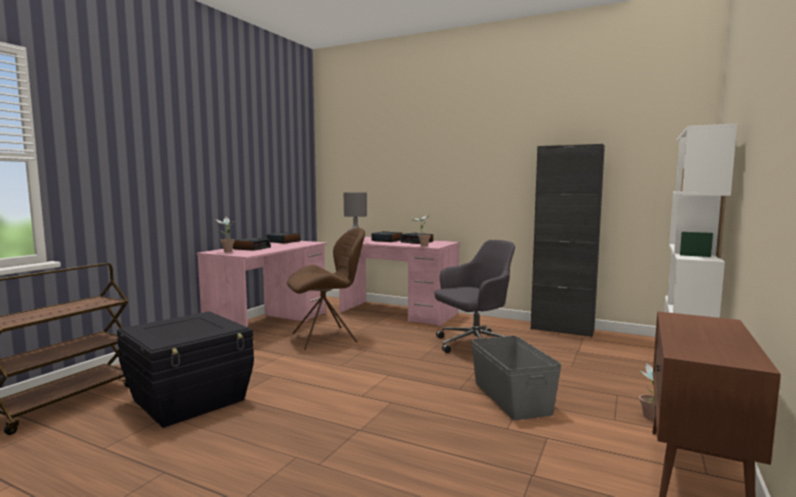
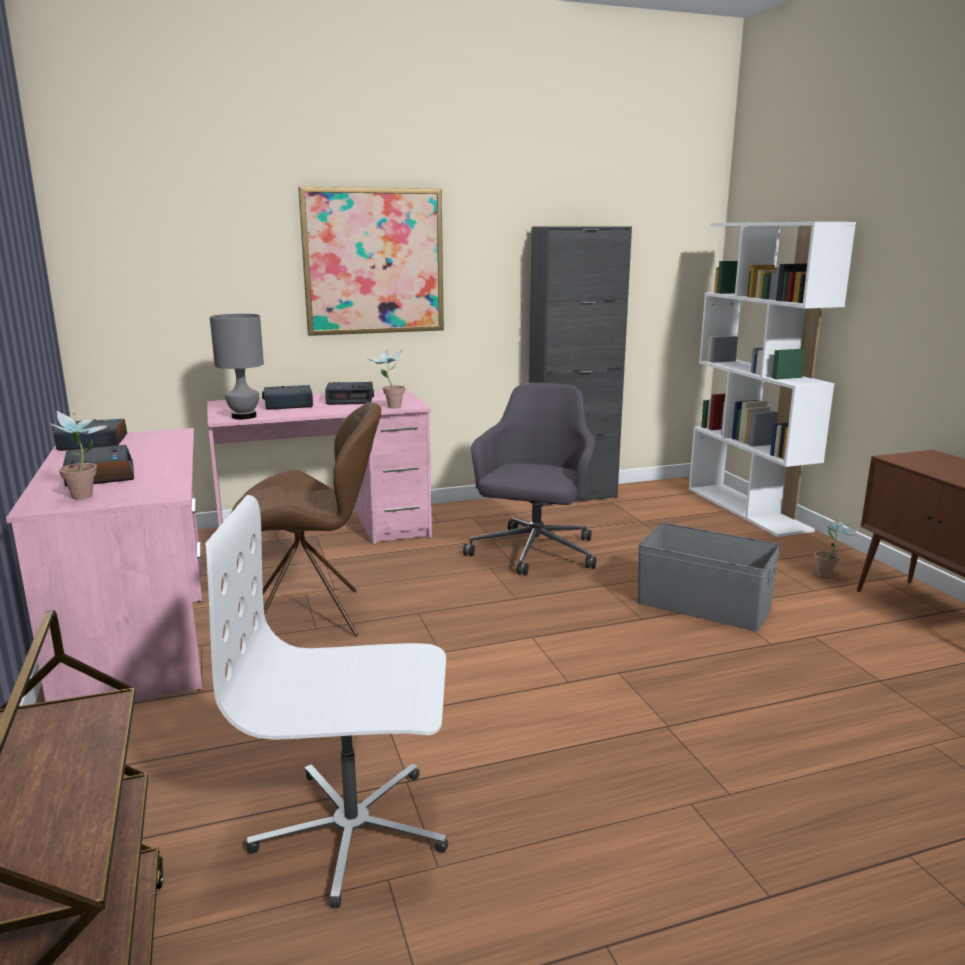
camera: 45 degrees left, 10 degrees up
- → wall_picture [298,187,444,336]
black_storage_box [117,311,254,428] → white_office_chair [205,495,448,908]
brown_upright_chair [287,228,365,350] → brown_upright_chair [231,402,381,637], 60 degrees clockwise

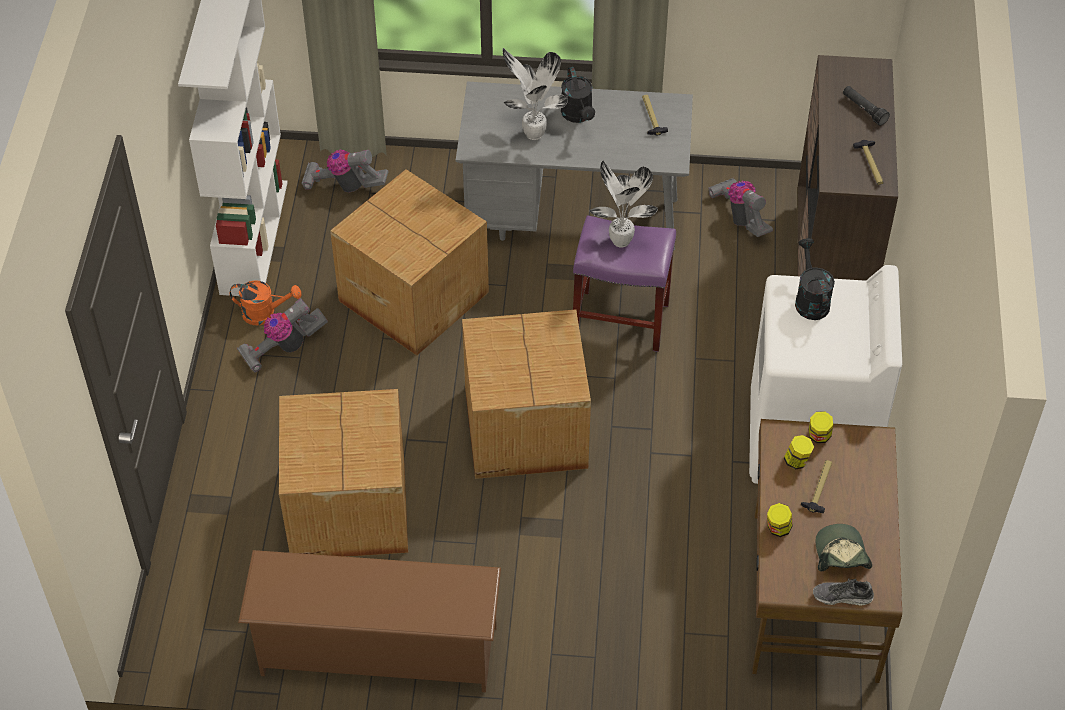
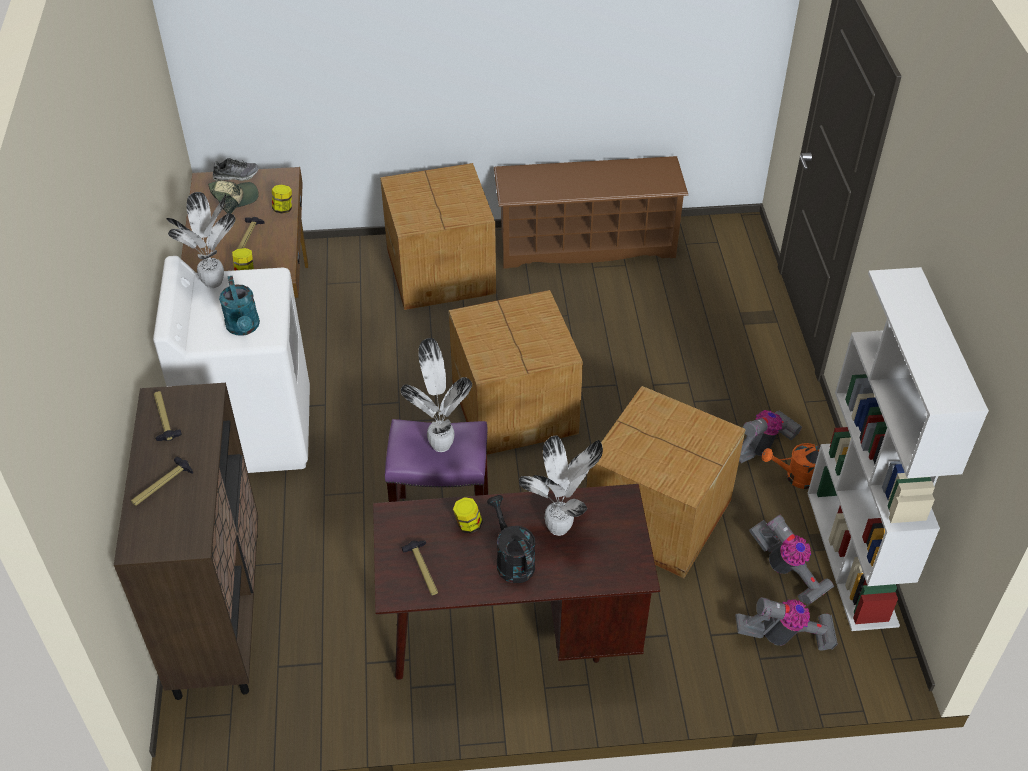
camera: 170 degrees right, 5 degrees down
- → plant_in_a_pot [166,192,236,288]
cardboard_box [279,389,408,557] → cardboard_box [380,163,496,310], relocated
vacuum_cleaner [708,178,773,237] → vacuum_cleaner [749,514,834,606], relocated
jar [784,435,814,470] → jar [453,497,483,533], relocated
black_flashlight [843,86,890,126] → tool_hammer [131,457,193,506]
grey_desk_table [455,82,693,250] → brown_desk_table [373,484,660,680]
black_watering_can [795,238,835,320] → blue-green_watering_can [219,276,260,336]
peaked_cap [816,524,872,571] → peaked_cap [208,181,259,214], 105 degrees counterclockwise

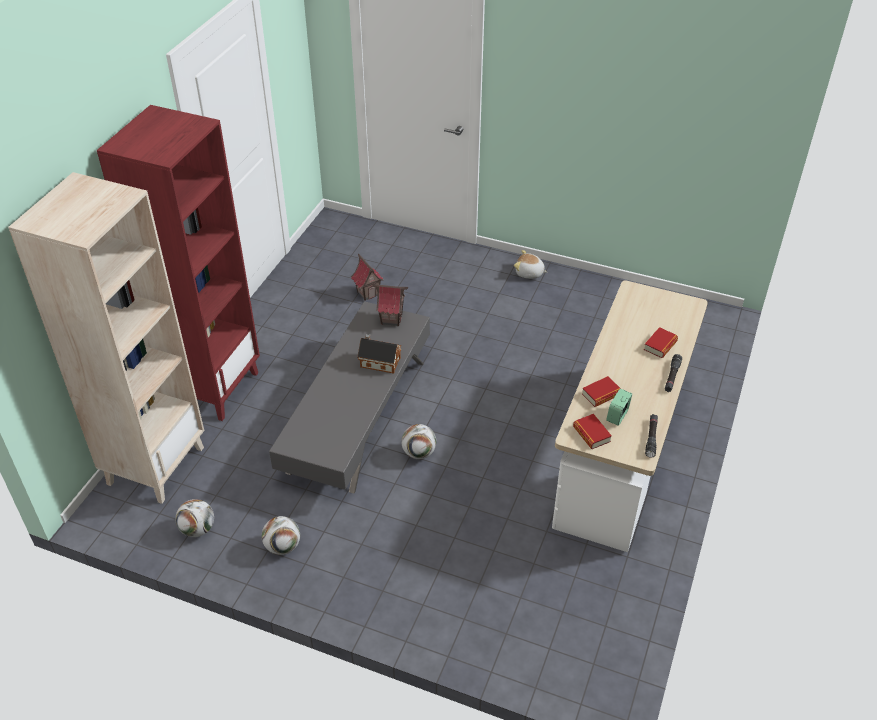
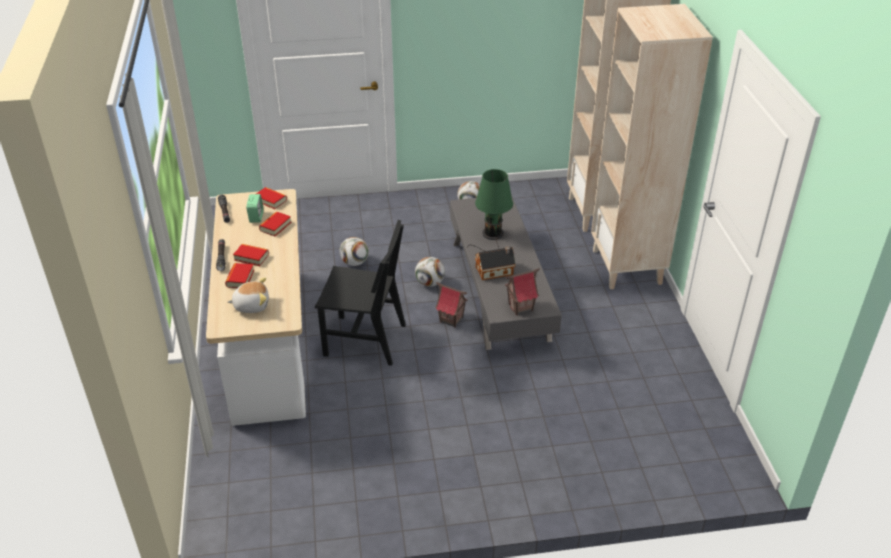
camera: 150 degrees right, 5 degrees down
- → book [233,244,269,266]
- → black_upright_chair [315,220,406,366]
- → greenish_lamp_for_a_table [467,169,513,251]
football [176,499,214,537] → football [339,237,369,266], relocated
model_house [351,253,383,301] → model_house [435,282,468,328], relocated
plush_toy [514,250,548,279] → plush_toy [227,277,269,313], relocated
reddish_bookshelf [97,105,260,421] → beige_bookshelf [591,4,713,289]

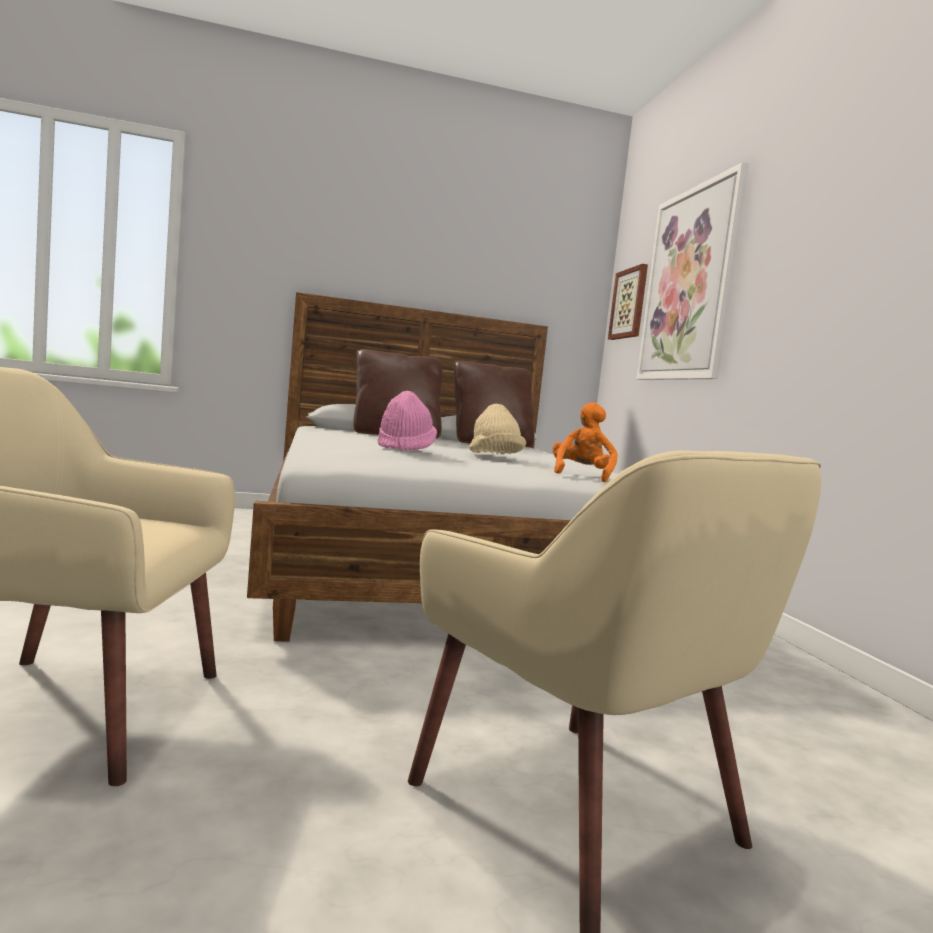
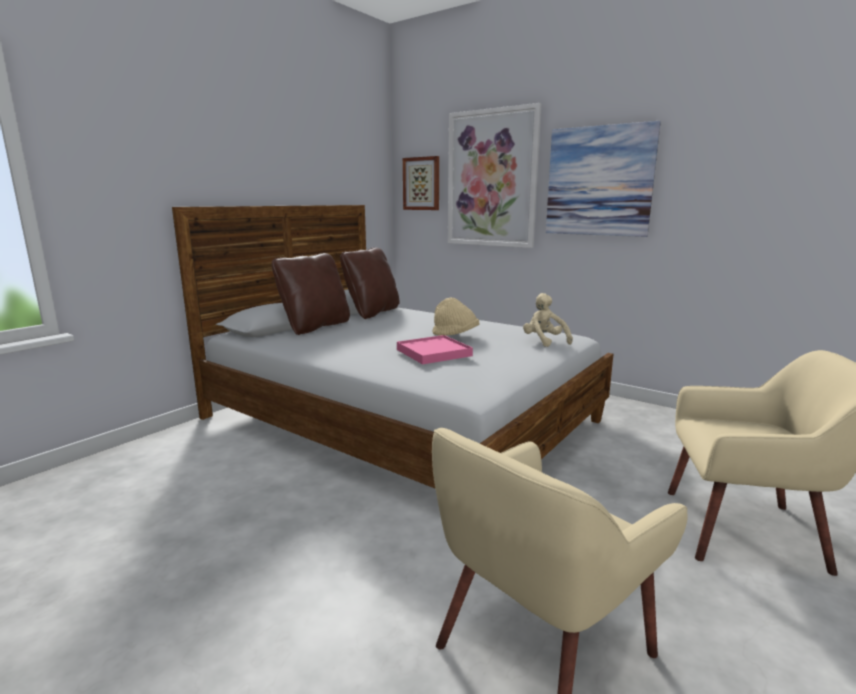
camera: 40 degrees left, 10 degrees up
- → wall_picture [546,121,661,237]
pink-coloured_wearable_hat [378,391,437,451] → pink-coloured_tray [397,335,473,364]
orangey_plush_toy [553,402,618,482] → beige_plush_toy [523,293,573,347]

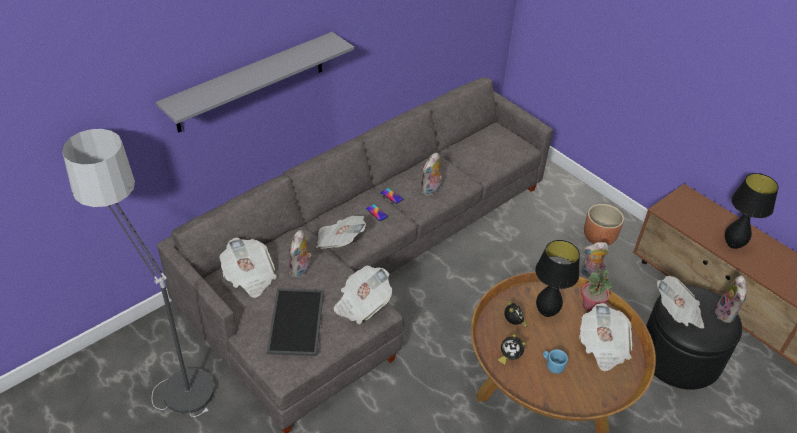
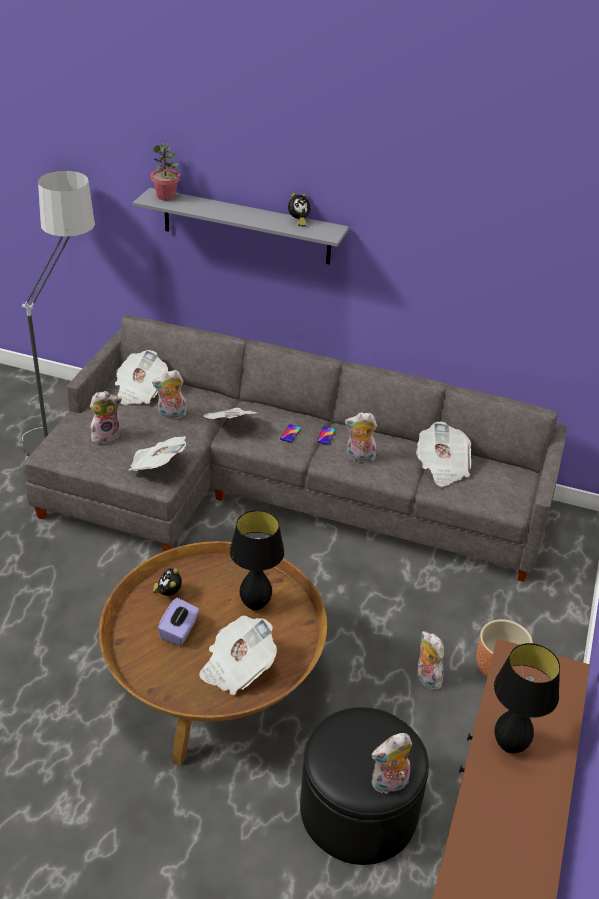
camera: 60 degrees right, 5 degrees down
alarm_clock [504,301,528,328] → alarm_clock [288,193,311,226], relocated
plant_in_a_pot [581,269,612,312] → plant_in_a_pot [150,143,180,201], relocated
daily_paper [657,276,704,329] → daily_paper [416,422,471,487], relocated
tray [267,288,324,356] → plush_toy [90,391,122,444]
blue_coffee_mug [543,349,568,374] → purple-coloured_tissue_holder [157,598,199,646]

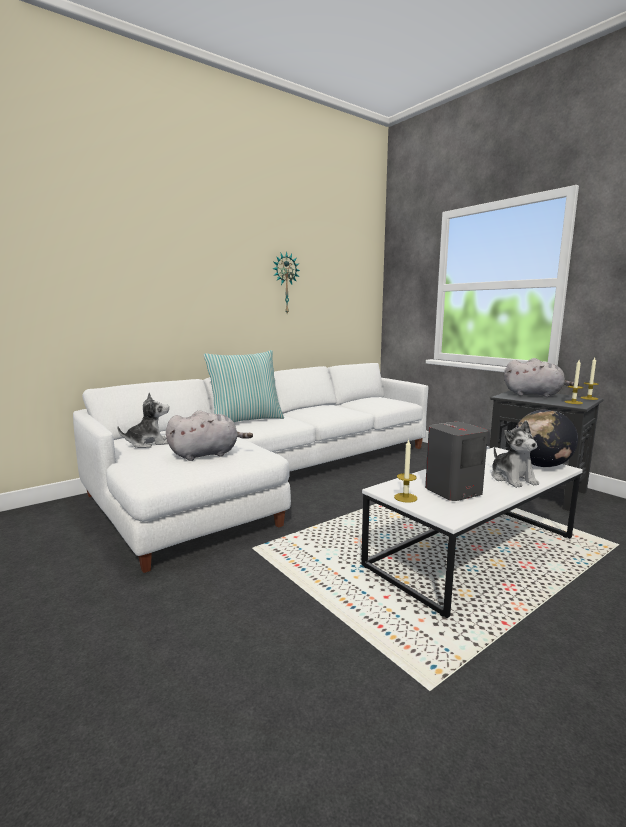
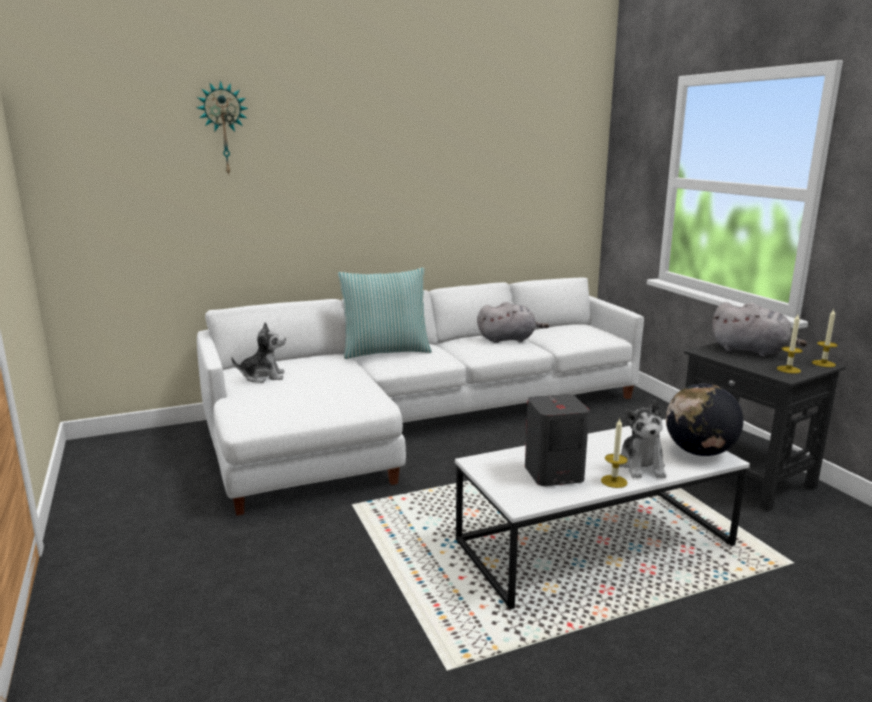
camera: 15 degrees right, 5 degrees up
grey_plush_toy [166,410,253,461] → grey_plush_toy [477,302,549,343], relocated
hanging_clock [272,251,300,313] → hanging_clock [197,81,248,176], relocated
wax_candle [394,439,417,503] → wax_candle [601,419,628,488], relocated

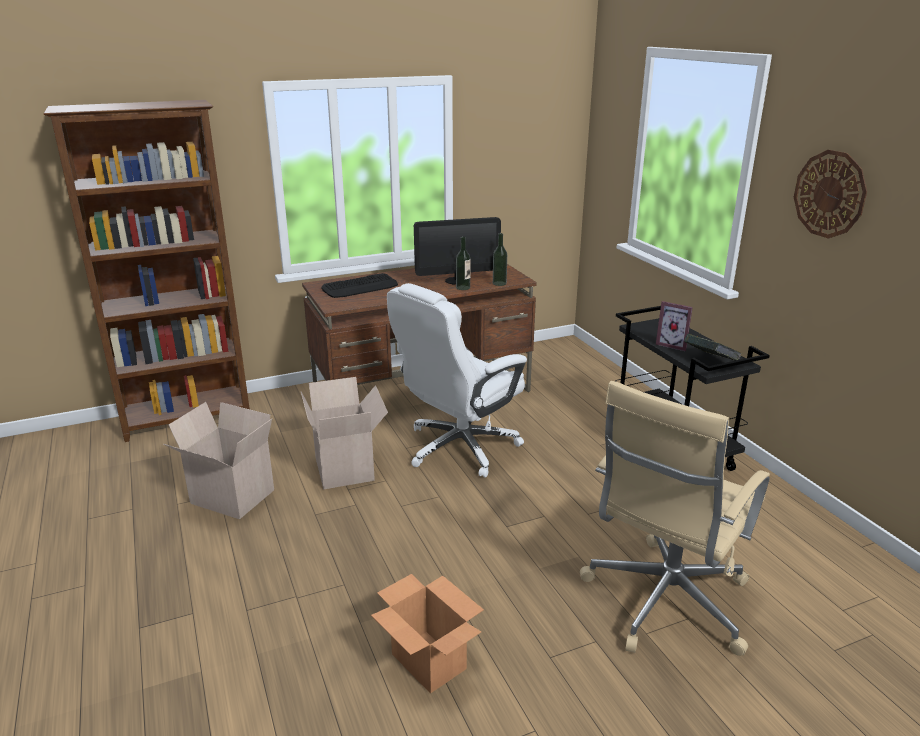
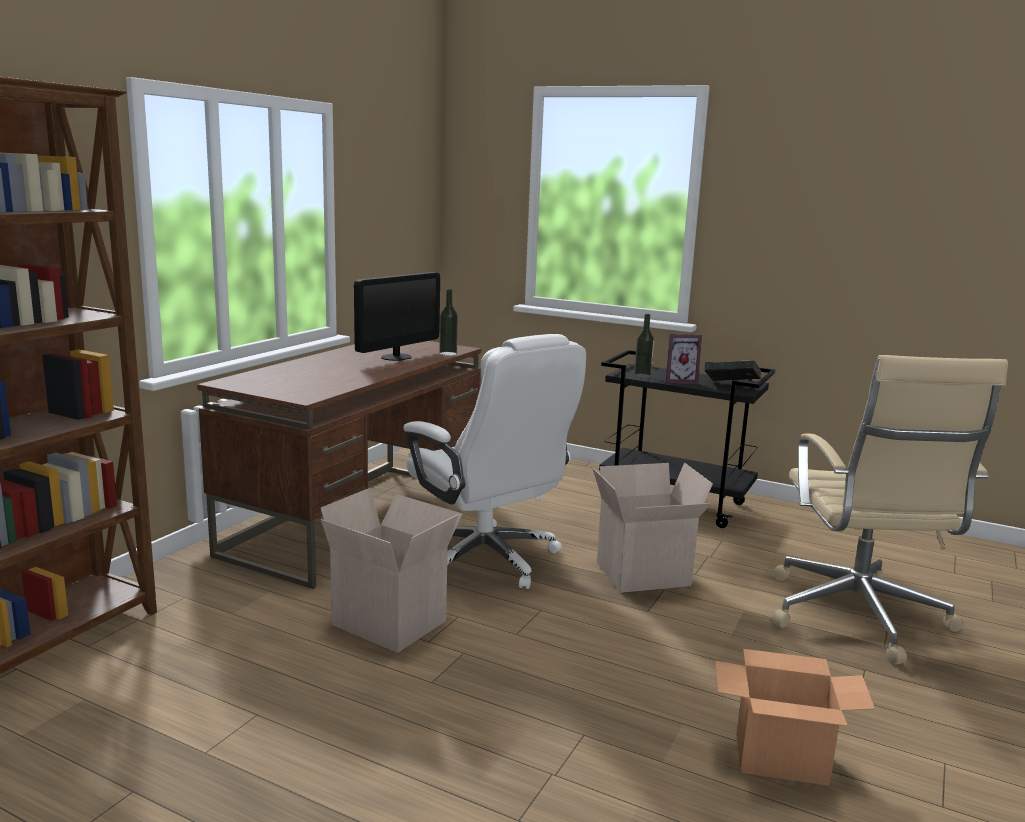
camera: 40 degrees left, 10 degrees down
keyboard [321,273,398,298] → -
hanging_clock [794,150,867,238] → -
cardboard_box [164,402,274,519] → cardboard_box [593,463,713,593], relocated
beverage_bottle [456,237,471,290] → beverage_bottle [634,314,654,378], relocated
white_office_chair [387,283,527,478] → white_office_chair [403,334,586,589], 45 degrees counterclockwise

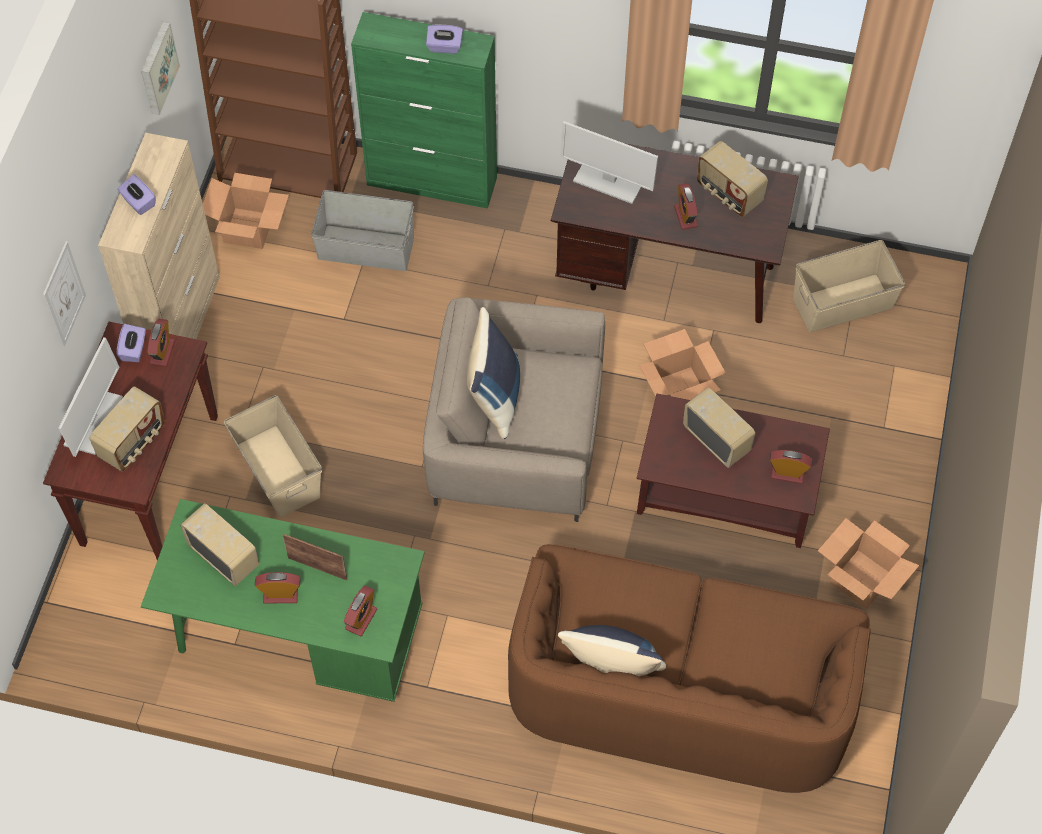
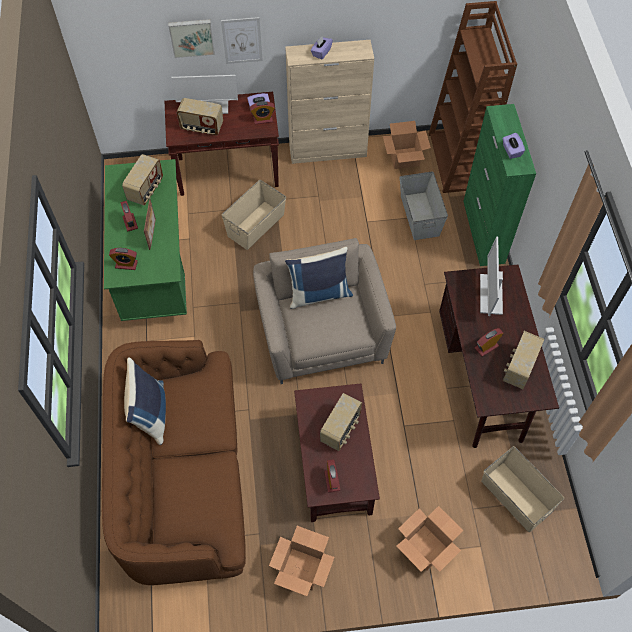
camera: 70 degrees right, 0 degrees up
wall_picture [141,22,180,115] → wall_picture [168,19,215,58], relocated
cardboard_box [639,329,726,400] → cardboard_box [396,506,464,572], relocated

